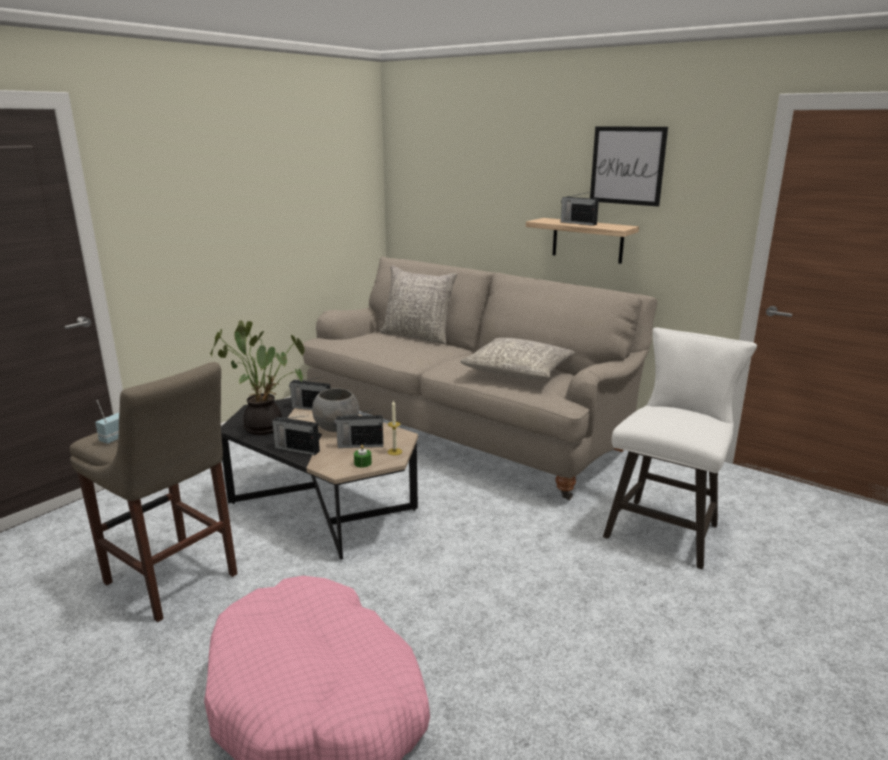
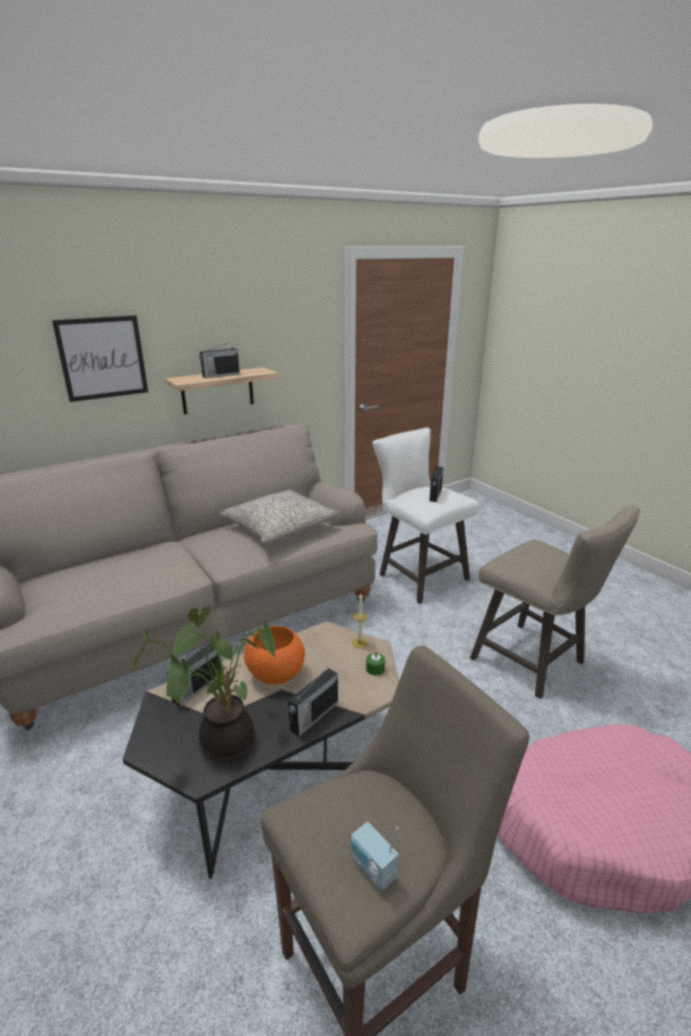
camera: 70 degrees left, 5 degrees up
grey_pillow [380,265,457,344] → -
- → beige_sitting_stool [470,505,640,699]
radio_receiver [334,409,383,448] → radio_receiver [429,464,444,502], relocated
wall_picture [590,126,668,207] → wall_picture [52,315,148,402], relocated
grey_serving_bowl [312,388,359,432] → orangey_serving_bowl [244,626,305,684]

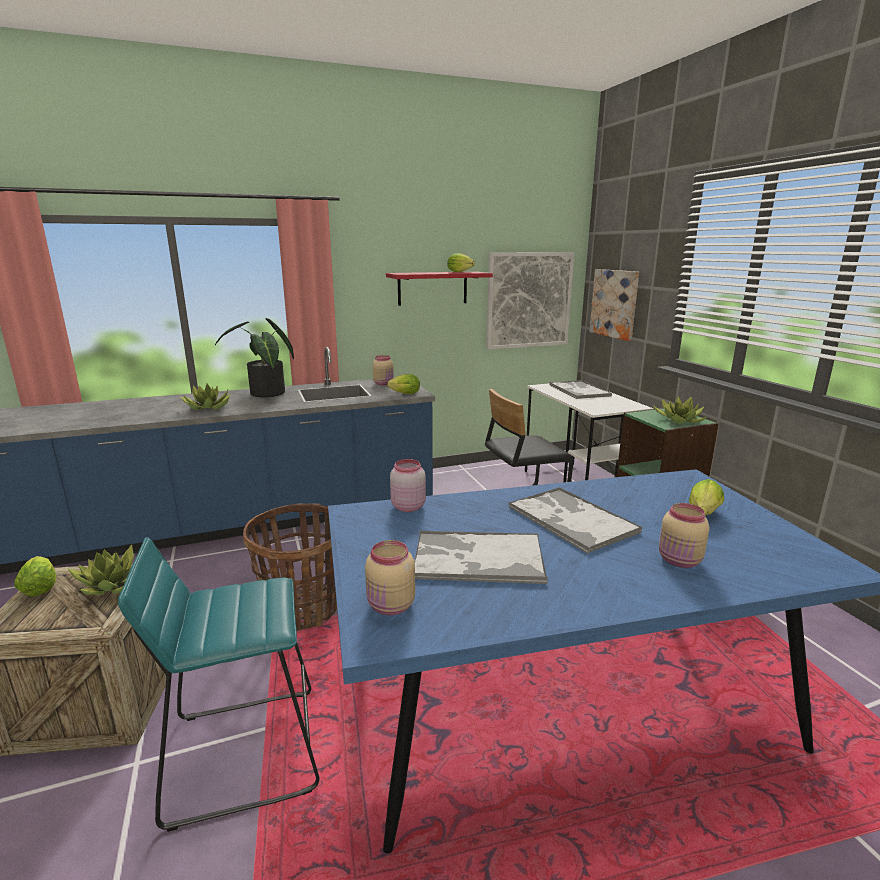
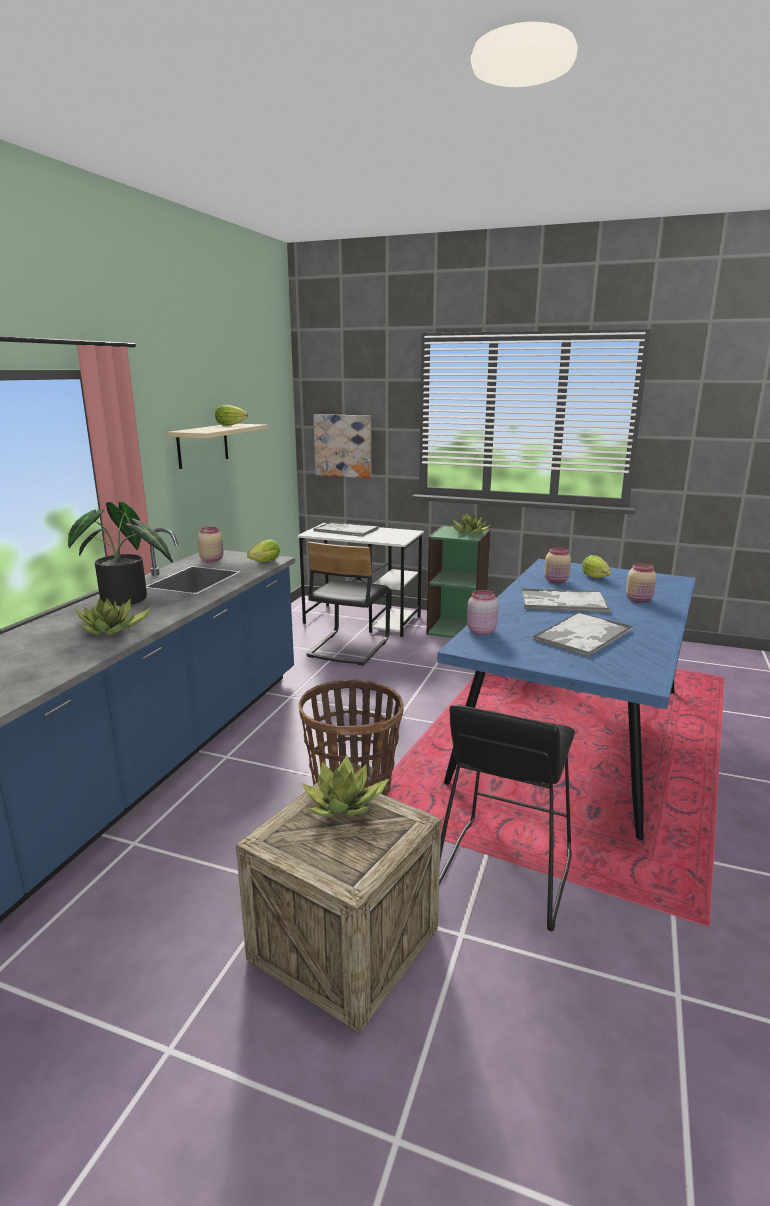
camera: 50 degrees left, 0 degrees up
lettuce_head [14,556,57,597] → -
wall_picture [486,252,574,350] → -
beige_jar [365,540,415,615] → beige_jar [545,547,571,583], relocated
blue-green_sitting_stool [118,537,319,832] → black_sitting_stool [439,704,575,931]
reddish_bracket_shelf [386,272,493,306] → beige_bracket_shelf [167,424,267,469]

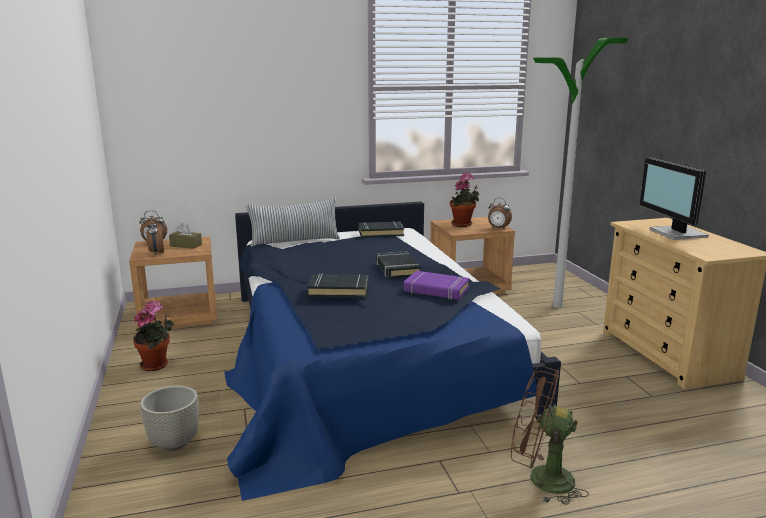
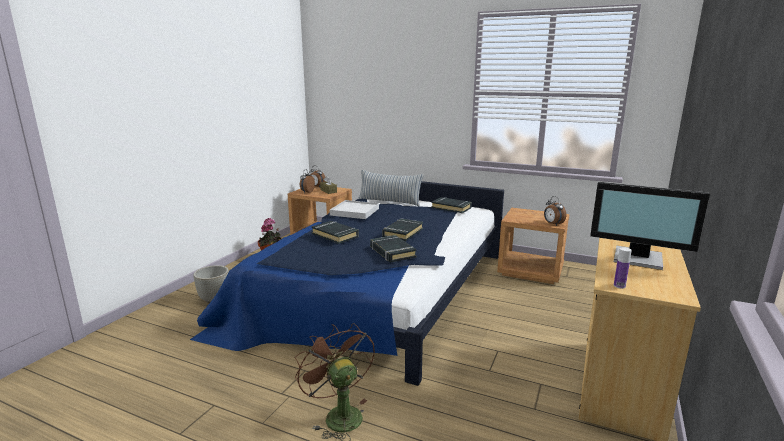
camera: 40 degrees right, 0 degrees up
plant_in_a_pot [450,172,479,227] → -
standing_lamp [533,38,629,308] → -
- → white_tray [330,200,379,219]
- → beverage_bottle [614,247,632,289]
purple-coloured_book [404,271,470,300] → black_book [370,235,417,263]
monitor [640,157,709,240] → monitor [590,182,710,270], 90 degrees counterclockwise

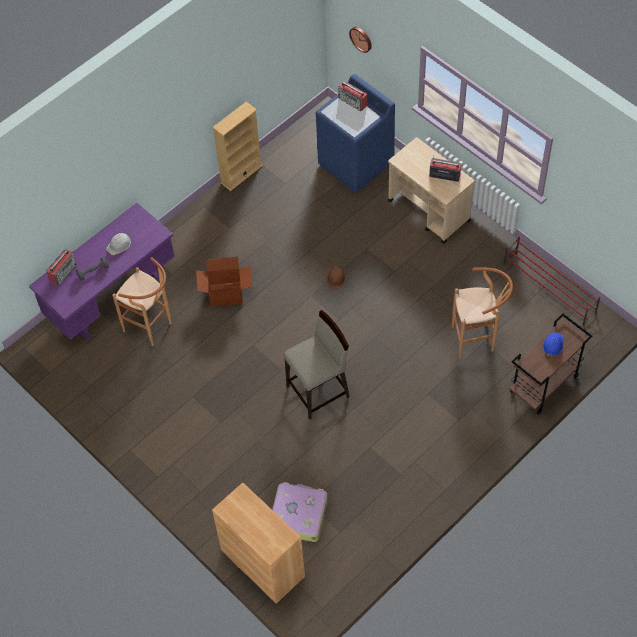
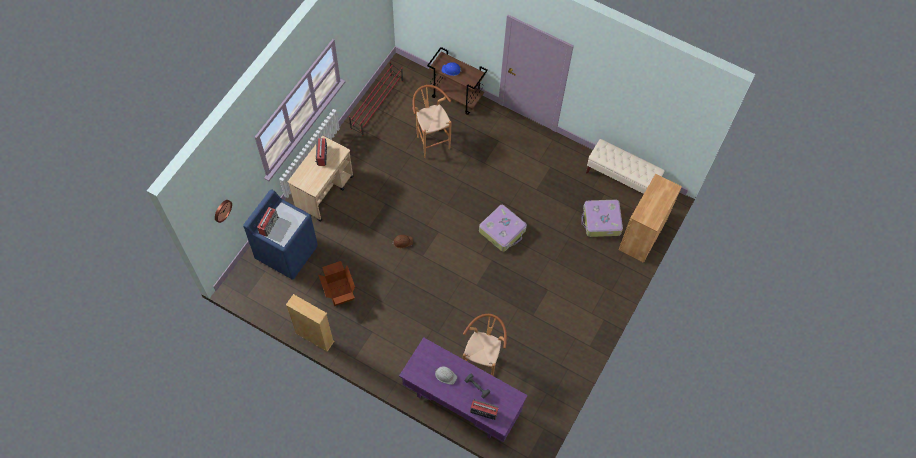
camera: 110 degrees left, 5 degrees up
- → beige_long_seat [586,139,665,194]
cardboard_box [196,256,252,307] → cardboard_box [318,261,355,306], relocated
beige_sitting_stool [284,310,350,420] → travel_case [479,205,527,252]

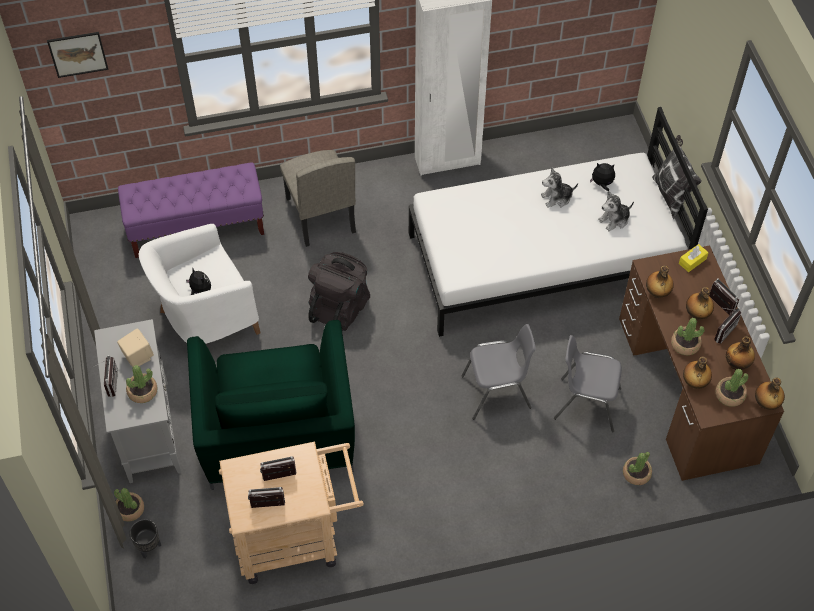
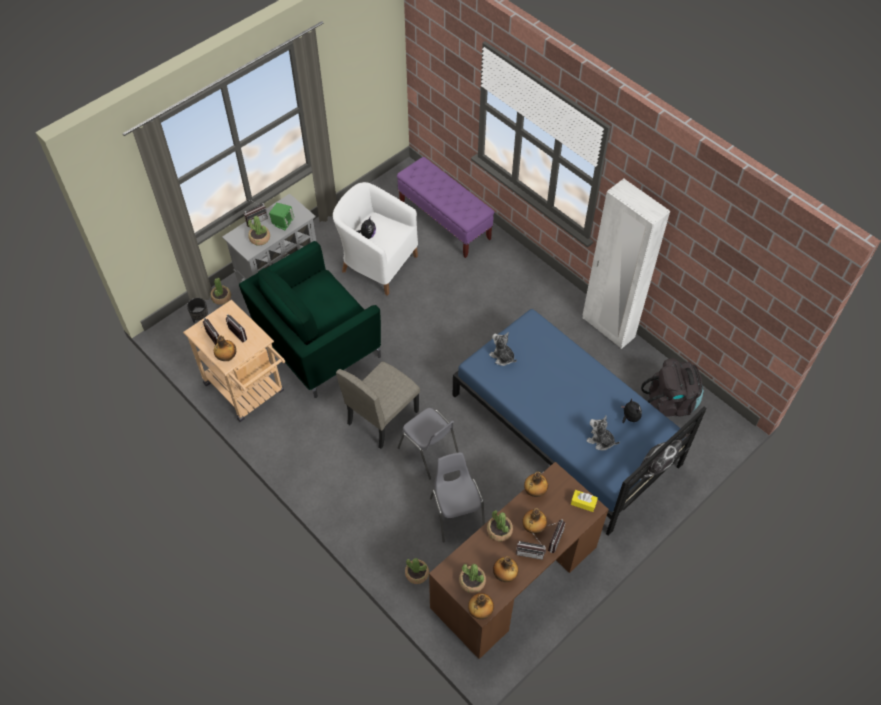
camera: 60 degrees right, 0 degrees up
wall_picture [47,32,108,78] → -
beige_upright_chair [280,150,356,247] → beige_upright_chair [336,361,420,449], relocated
black_rucksack [308,252,370,331] → black_rucksack [641,358,704,417], relocated
plush_toy [541,168,578,208] → plush_toy [489,332,517,366], relocated
beverage_bottle [683,357,712,389] → beverage_bottle [214,336,236,361], relocated
beige_loudspeaker [117,328,154,367] → greenish_loudspeaker [269,203,294,230]
white_sleeping_bed [409,107,708,337] → blue_sleeping_bed [453,309,707,536]

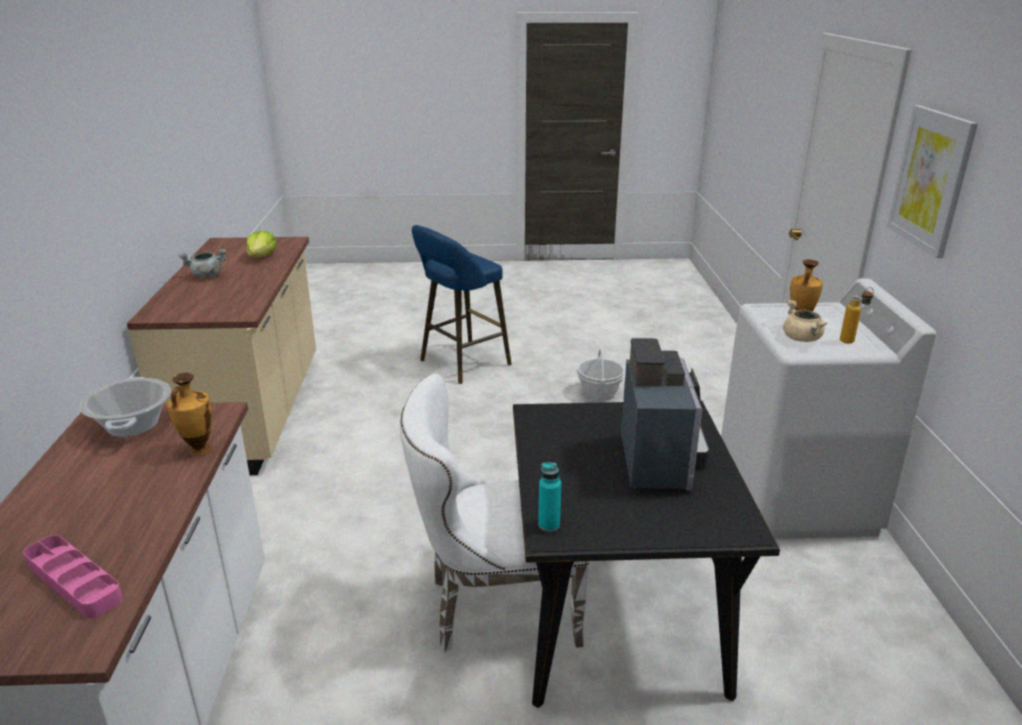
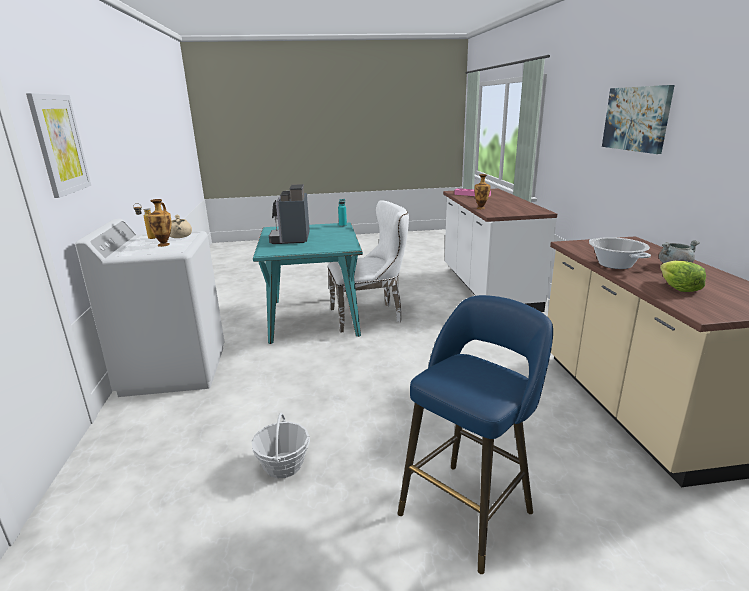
camera: 175 degrees right, 5 degrees down
- → wall_picture [602,85,675,154]
stockpot [80,377,171,437] → stockpot [589,237,651,269], relocated
black_dinner_table [513,401,780,708] → blue-green_dinner_table [253,223,363,344]

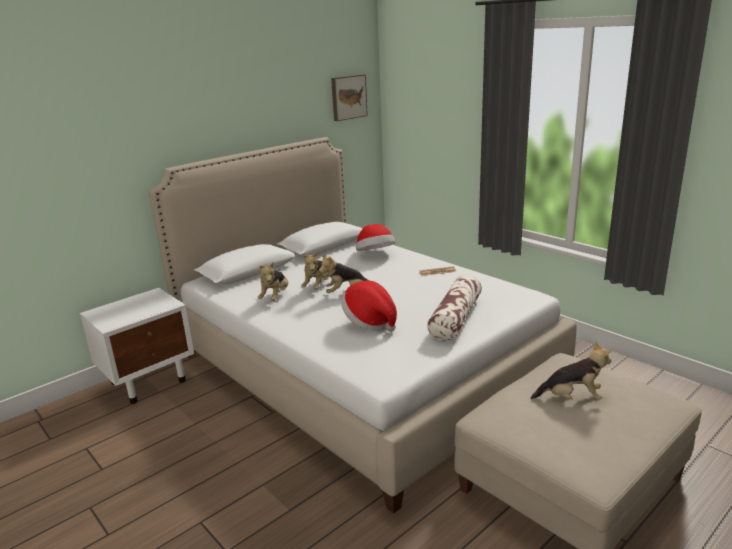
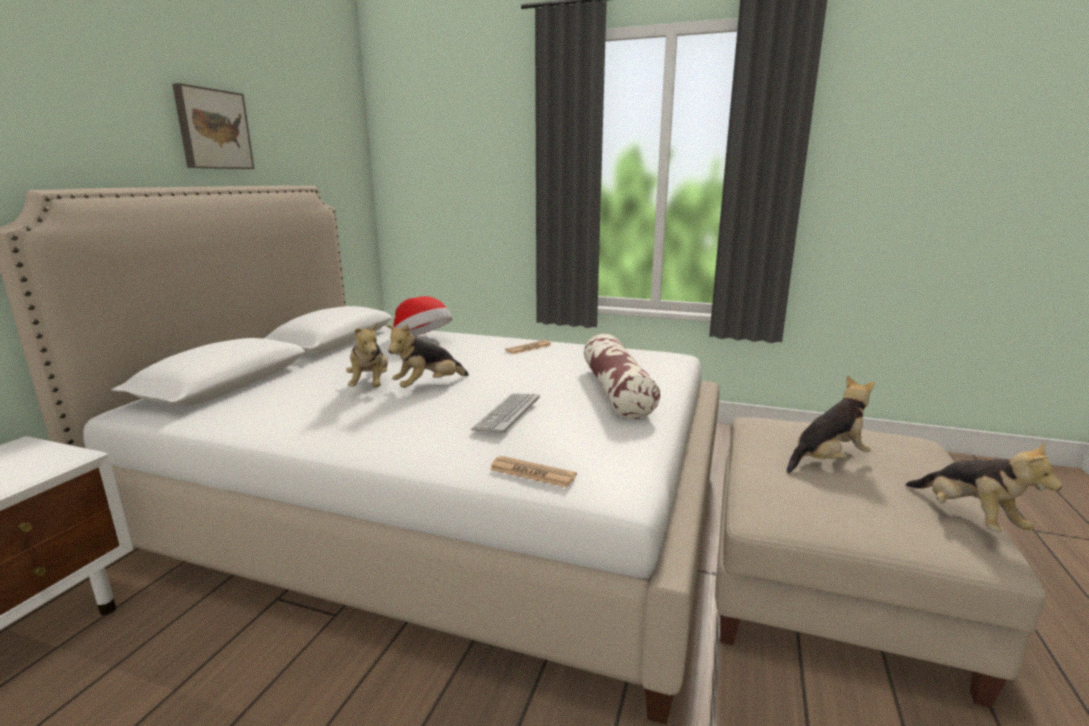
camera: 30 degrees left, 5 degrees down
- → daily_paper [489,456,577,488]
plush_toy [258,262,288,301] → plush_toy [906,442,1062,532], relocated
wall_picture [331,74,368,121] → wall_picture [172,83,254,169], relocated
wearable_hat [341,281,397,332] → keyboard [471,394,540,433]

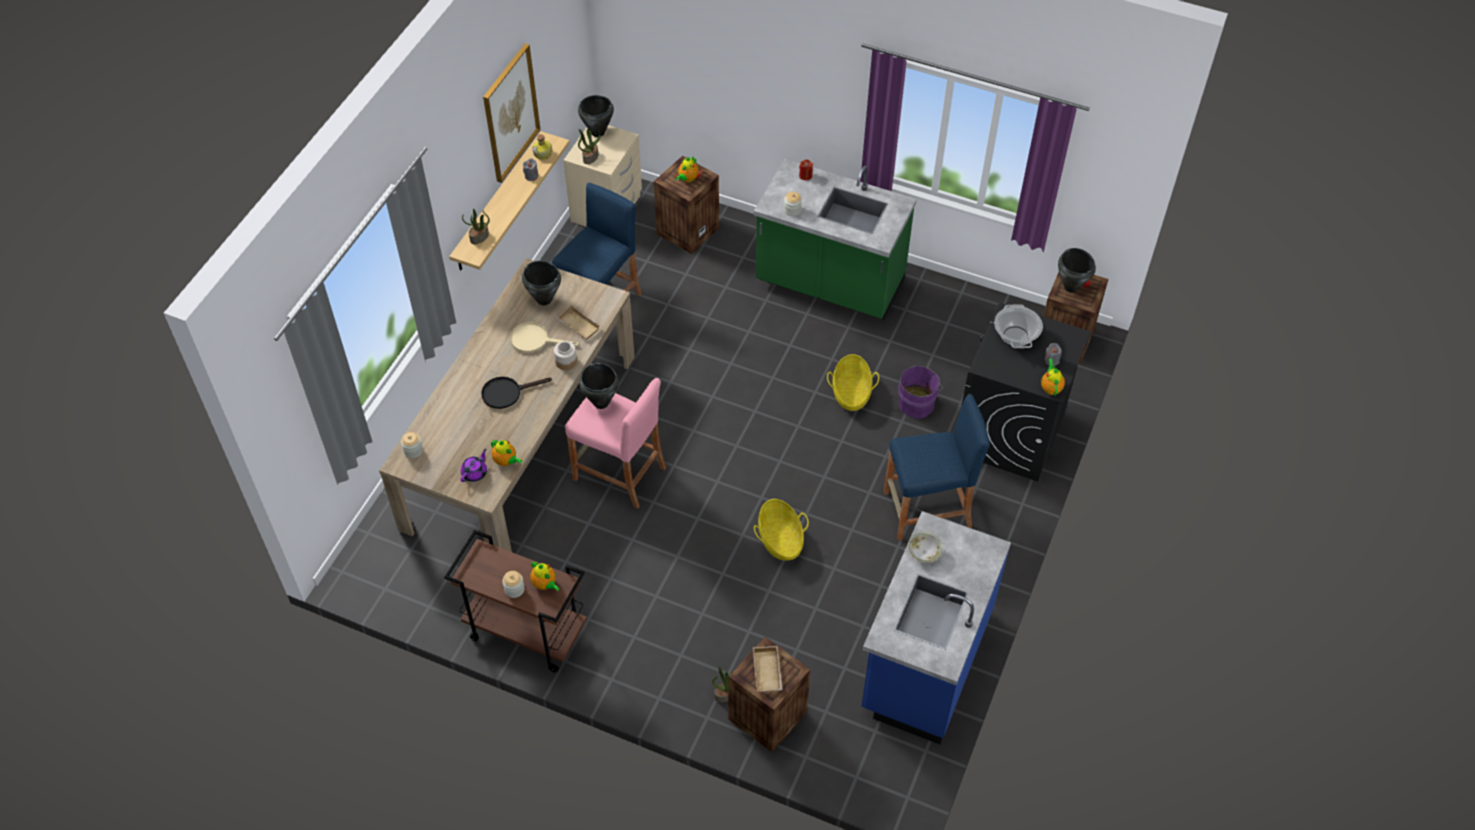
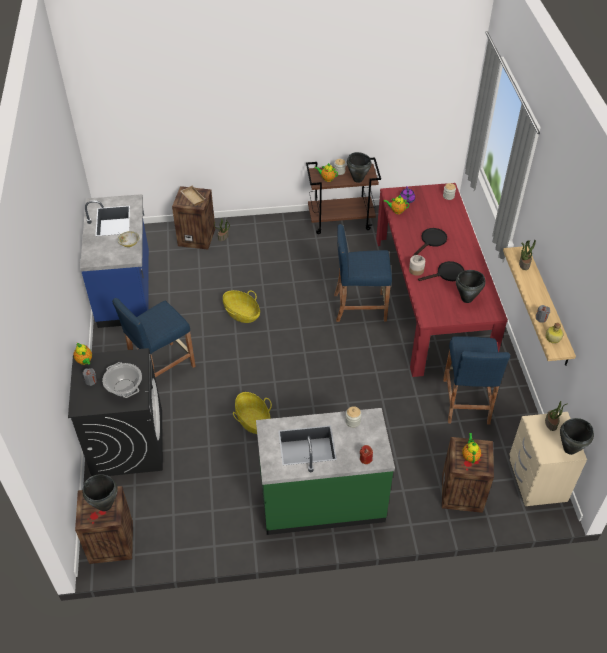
camera: 150 degrees right, 5 degrees down
wall_picture [483,43,541,183] → -
beige_tray [556,305,601,340] → -
purple-coloured_water_bucket [898,366,943,419] → -
black_stockpot [580,363,619,409] → black_stockpot [347,152,372,183], relocated
beige_dinner_table [379,258,635,552] → reddish_dinner_table [376,183,508,377]
beige_skillet [510,322,579,353] → black_skillet [418,261,465,281]
pink-coloured_sitting_stool [565,378,666,509] → blue_sitting_stool [334,224,392,322]

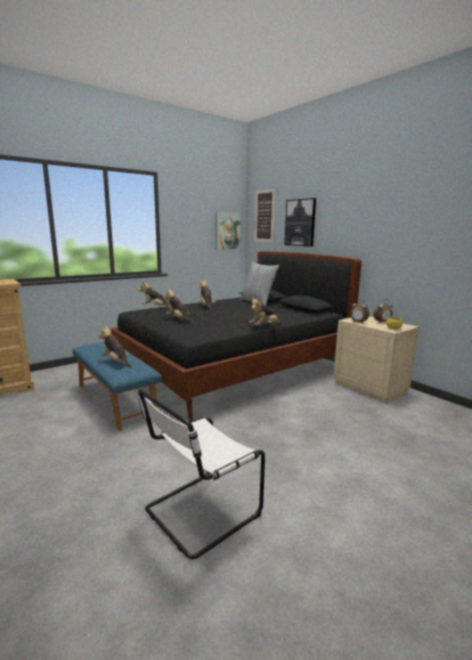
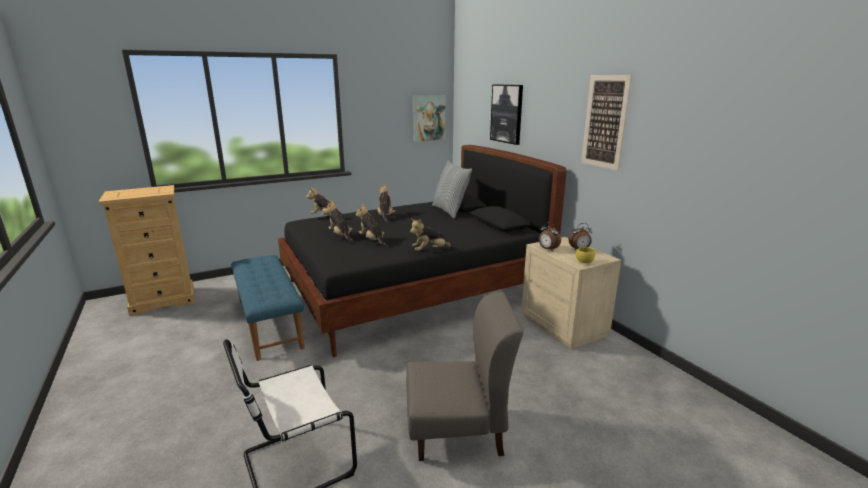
camera: 10 degrees right, 5 degrees up
- → grey_upright_chair [406,292,523,461]
plush_toy [99,326,132,368] → plush_toy [356,204,388,248], relocated
wall_picture [254,189,275,242] → wall_picture [581,75,632,170], relocated

